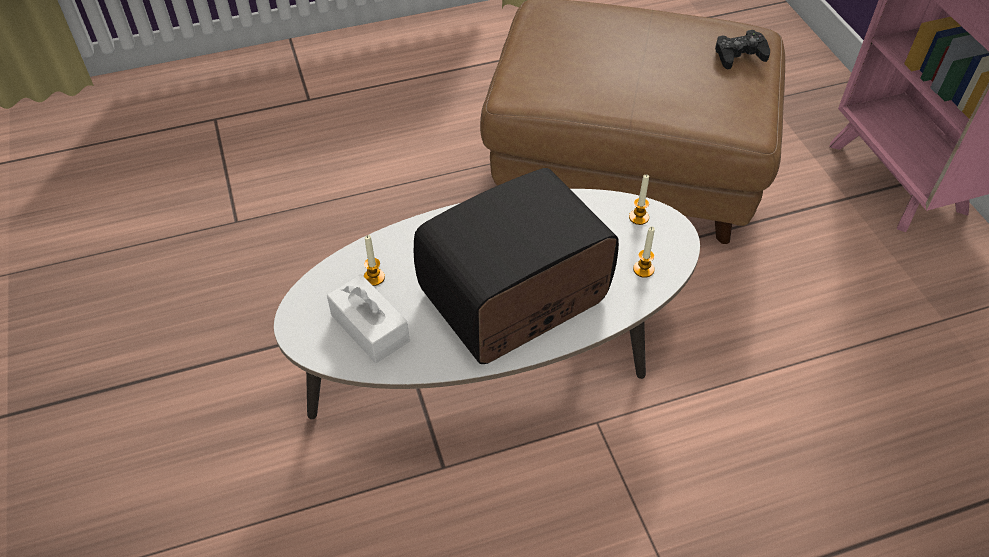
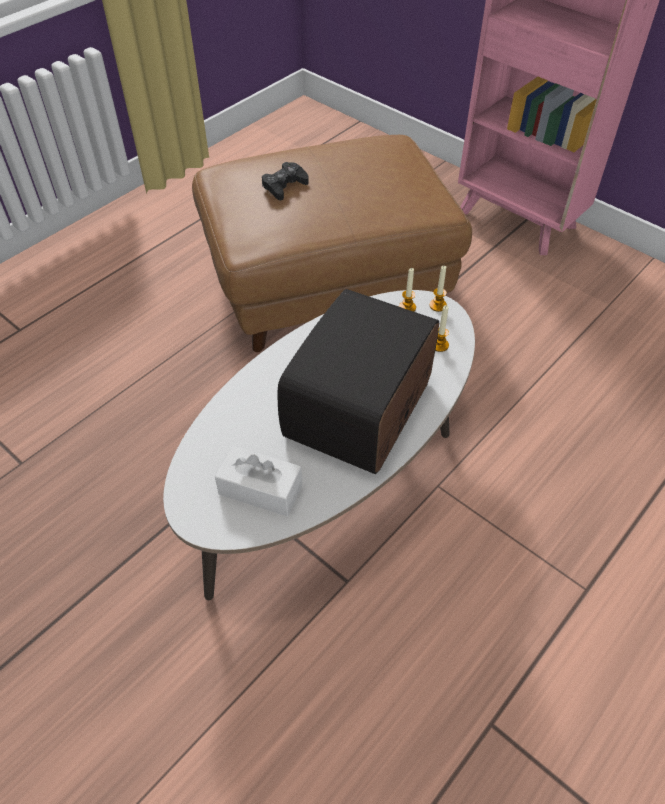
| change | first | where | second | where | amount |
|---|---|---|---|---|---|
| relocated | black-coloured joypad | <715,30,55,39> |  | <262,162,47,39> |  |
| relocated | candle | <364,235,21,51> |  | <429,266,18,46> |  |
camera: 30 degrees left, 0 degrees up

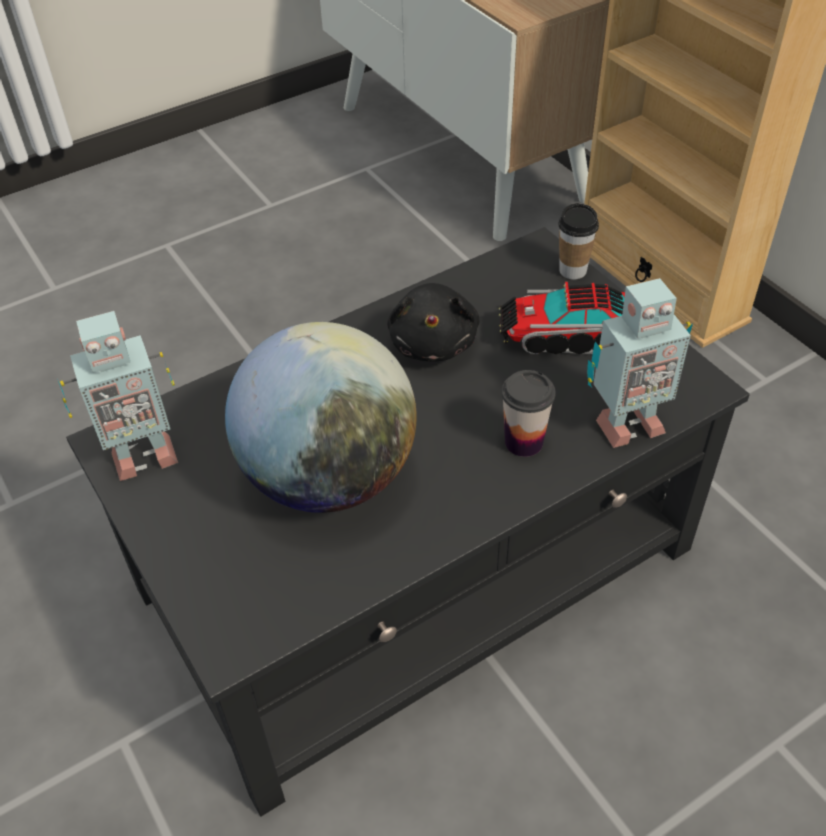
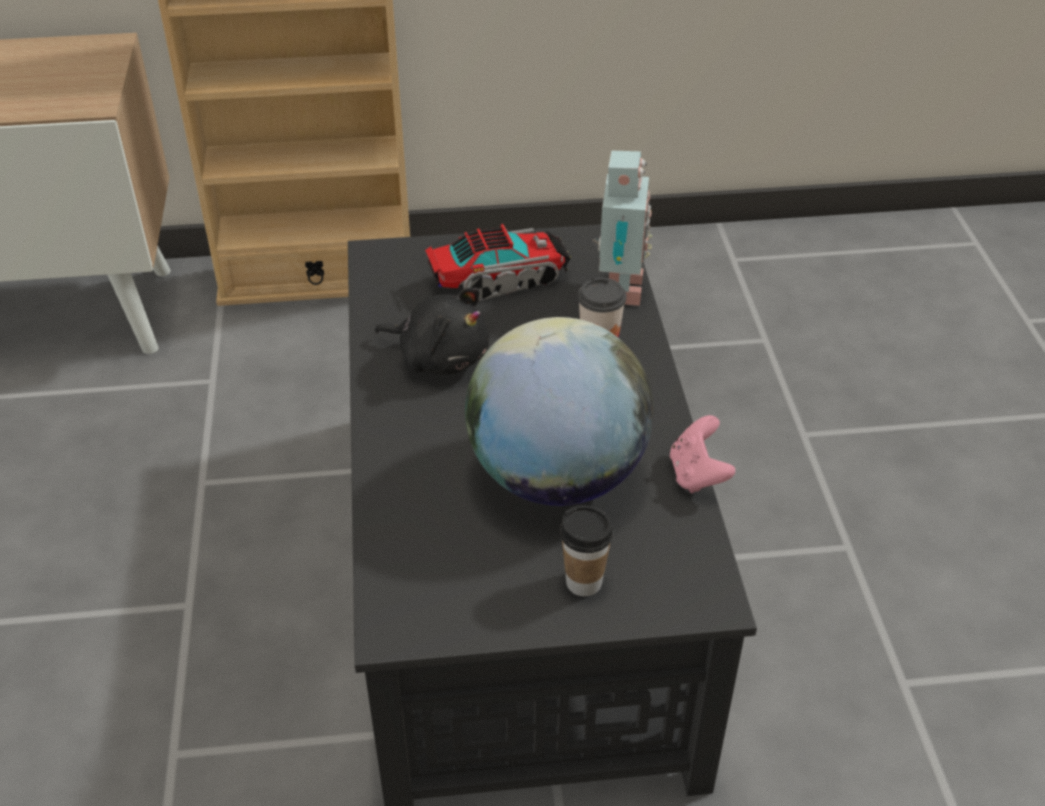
| change | first | where | second | where | amount |
|---|---|---|---|---|---|
| spun | model truck | <499,282,126,72> |  | <425,224,146,77> | 135 degrees counterclockwise |
| relocated | cup | <558,203,41,77> |  | <560,505,53,91> |  |
| appeared |  |  | pink-coloured joypad | <670,415,65,78> |  |
| missing | toy robot | <57,311,121,170> |  |  |  |
camera: 65 degrees left, 5 degrees down

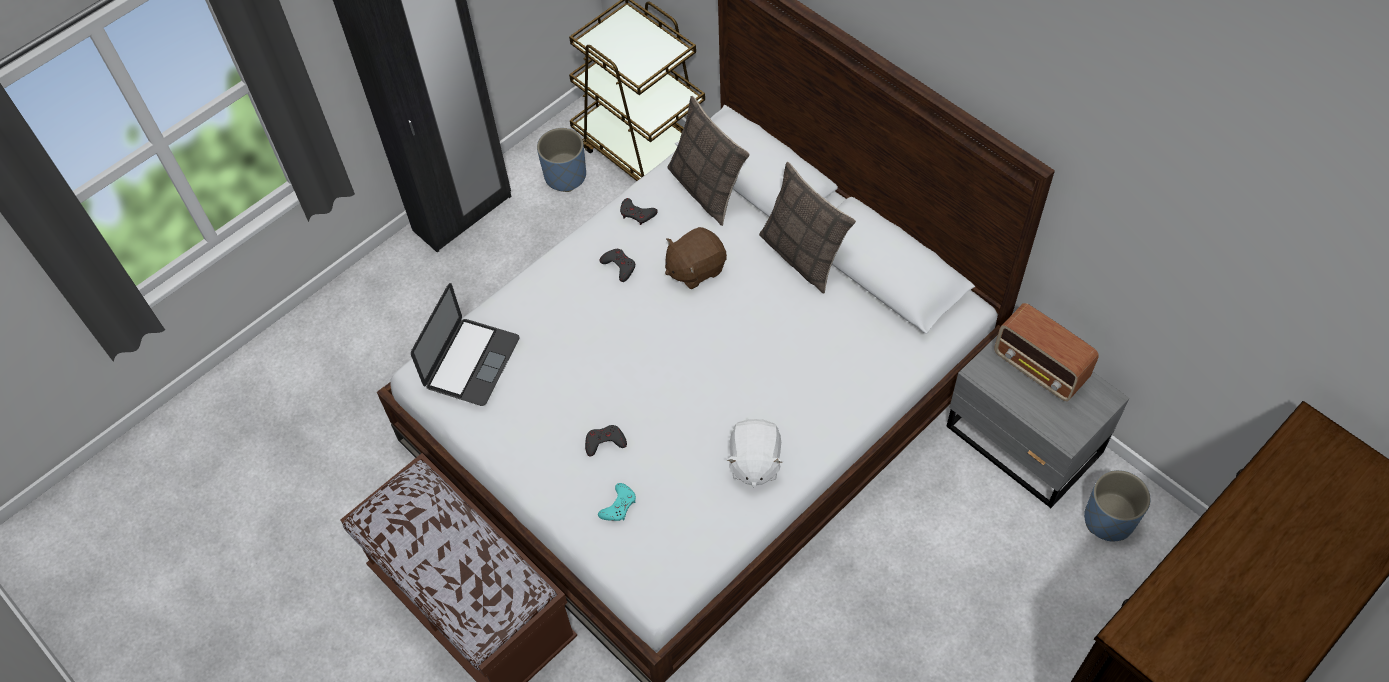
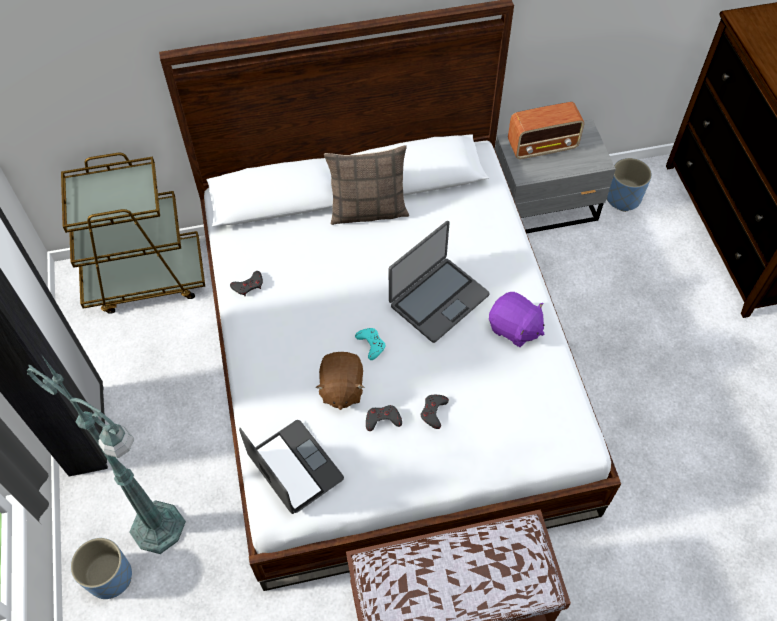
| change | first | where | second | where | amount |
|---|---|---|---|---|---|
| appeared |  |  | green standard lamp | <27,354,159,200> |  |
| relocated | bluish planter | <537,128,49,64> |  | <71,538,61,61> |  |
| relocated | brown plush toy | <665,227,62,62> |  | <316,352,48,58> |  |
| relocated | blue-green joypad | <598,483,38,38> |  | <355,328,30,32> |  |
| relocated | greyish joypad | <599,249,36,33> |  | <366,405,36,26> |  |
| appeared |  |  | notebook computer | <389,221,100,122> |  |
| colour | white-coloured plush toy | <727,419,56,68> | purple-coloured plush toy | <489,292,55,55> |  |
| missing | throw pillow | <667,96,83,130> |  |  |  |
camera: 60 degrees left, 0 degrees up

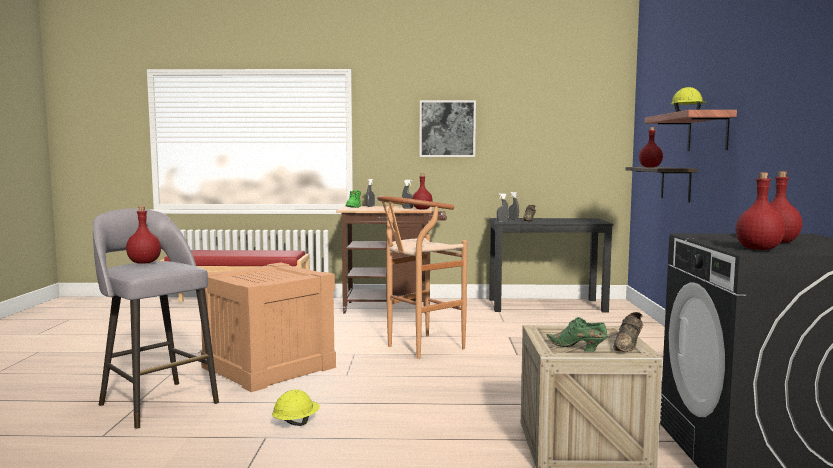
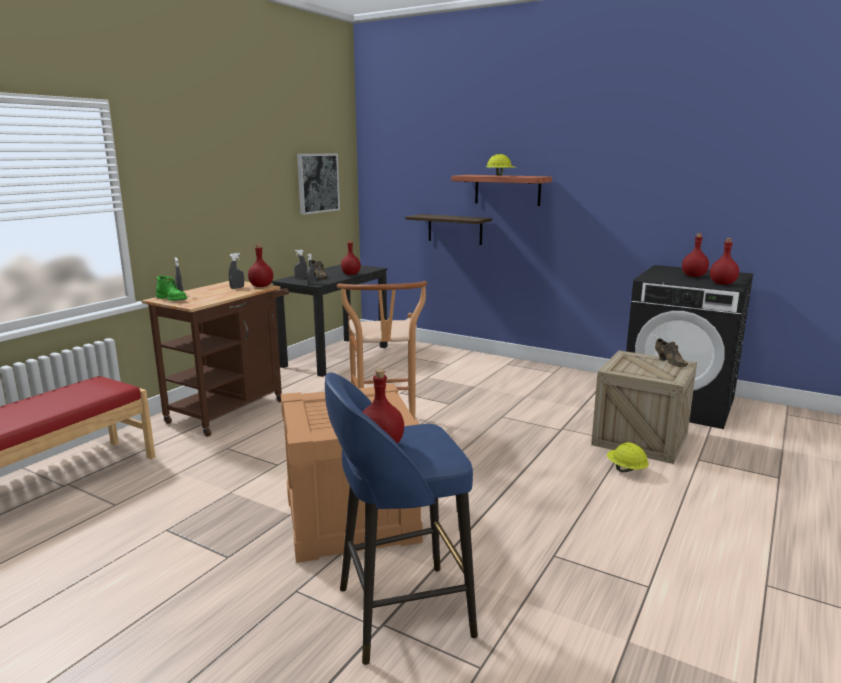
| change | first | where | second | where | amount |
|---|---|---|---|---|---|
| relocated | wall picture | <420,100,56,57> |  | <297,154,43,61> |  |
| colour | greyish sitting stool | <93,209,126,220> | bluish sitting stool | <325,372,153,293> |  |
| relocated | red drink bottle | <639,127,24,40> |  | <341,240,20,35> |  |
| relocated | yellow work helmet | <272,389,48,37> |  | <607,442,42,30> |  |
| missing | green shoe | <546,317,61,35> |  |  |  |
camera: 60 degrees left, 10 degrees up

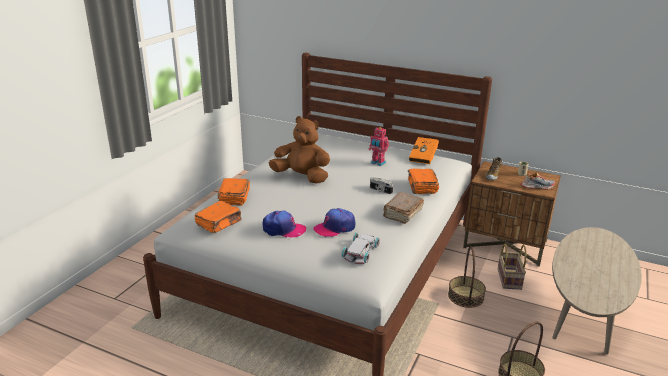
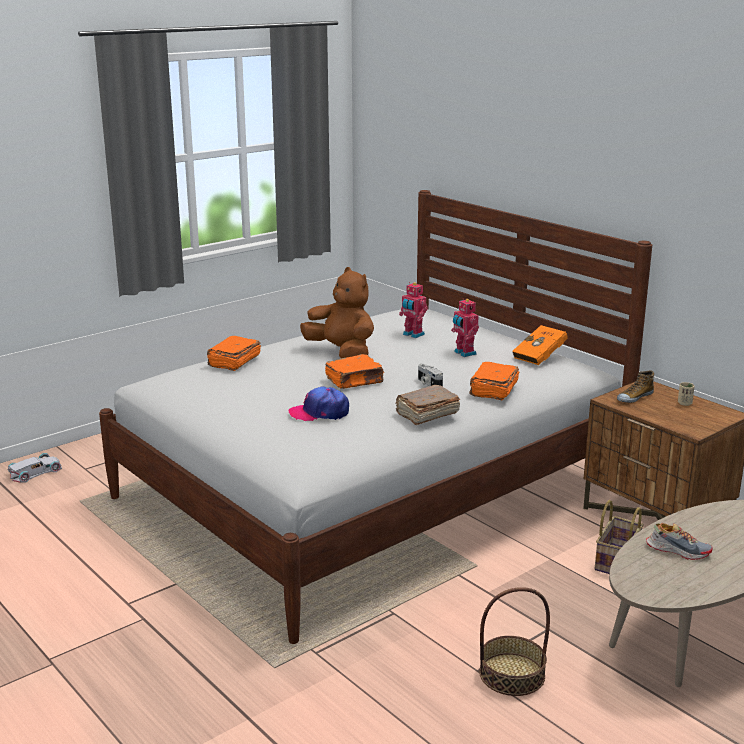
| change | first | where | second | where | amount |
|---|---|---|---|---|---|
| relocated | white-coloured model car | <342,232,38,32> |  | <8,453,54,30> |  |
| relocated | orange-coloured bound book | <194,201,48,32> |  | <325,354,59,35> |  |
| appeared |  |  | toy robot | <399,282,29,56> |  |
| relocated | shoe | <521,172,34,18> |  | <646,523,67,37> |  |
| missing | peaked cap | <263,211,43,27> |  |  |  |
| missing | basket | <448,246,38,62> |  |  |  |
camera: 25 degrees right, 5 degrees down

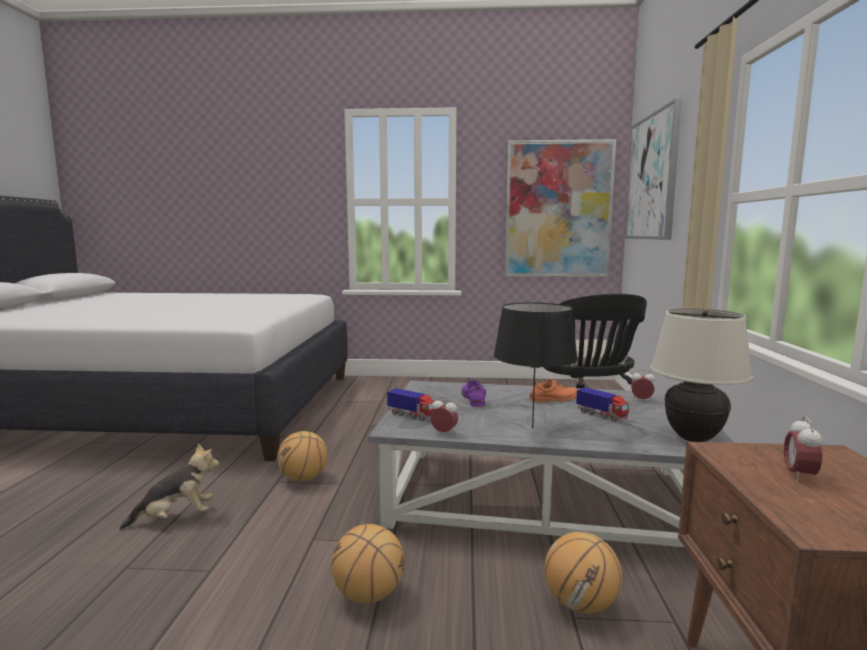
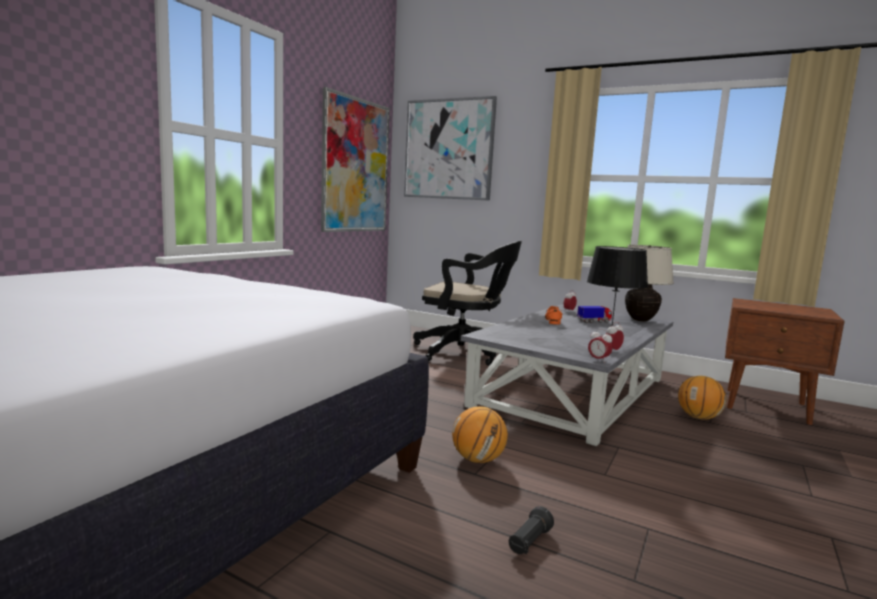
| change | first | where | second | where | amount |
|---|---|---|---|---|---|
| exchanged | plush toy | <120,443,99,87> | black-coloured hand torch | <509,506,45,48> |  |
| relocated | bedside clock | <784,416,38,66> |  | <588,329,25,34> |  |
| missing | basketball | <331,524,73,79> |  |  |  |
| missing | model truck | <387,388,49,33> |  |  |  |
| missing | purple-coloured shoe | <462,380,24,26> |  |  |  |
camera: 65 degrees left, 0 degrees up

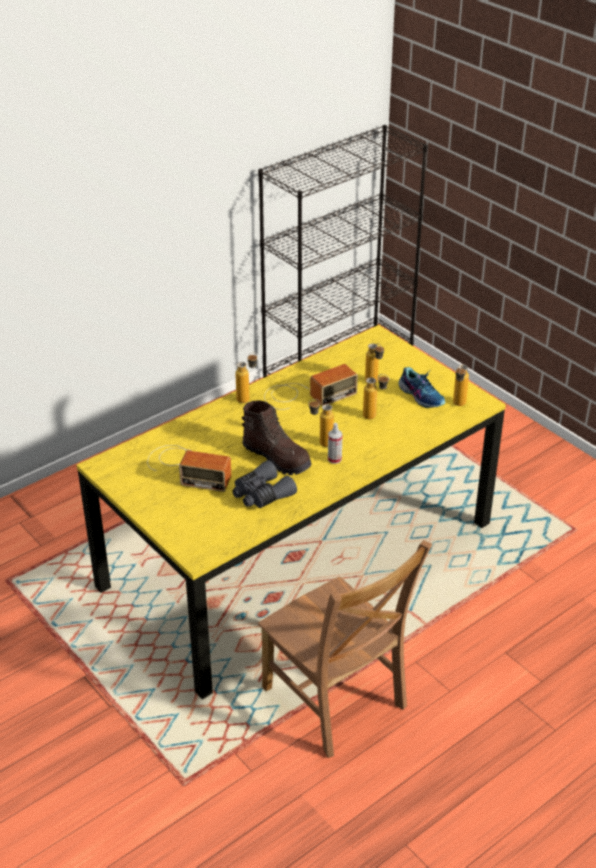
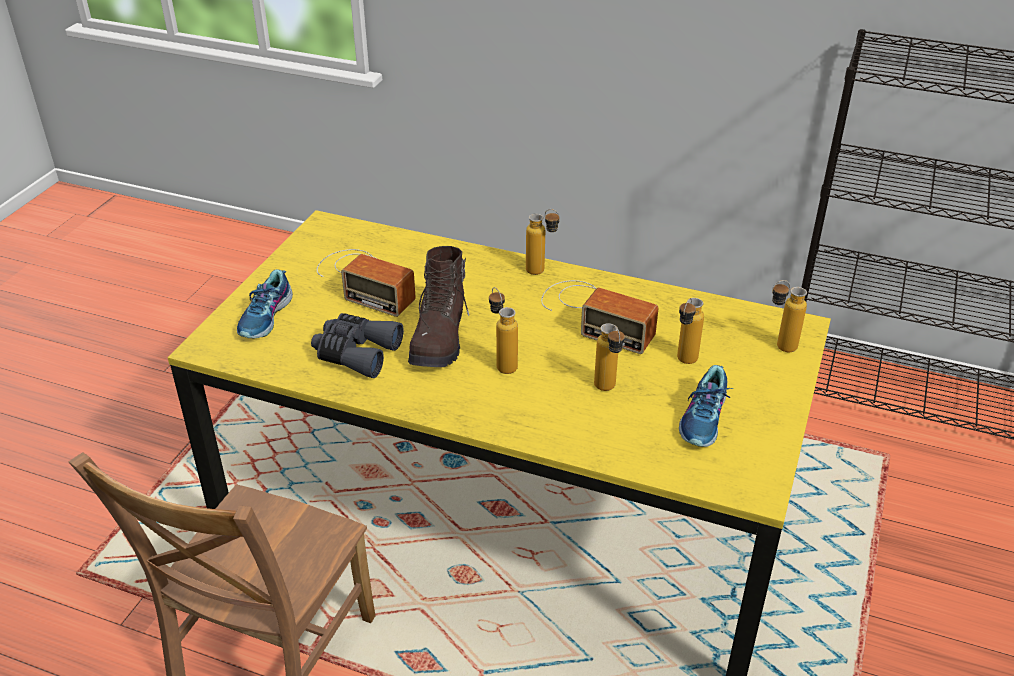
| change | first | where | second | where | amount |
|---|---|---|---|---|---|
| appeared |  |  | shoe | <237,269,56,69> |  |
| spun | radio receiver | <147,445,84,47> |  | <317,249,99,68> | 45 degrees counterclockwise |
| relocated | drink bottle | <453,365,16,41> |  | <772,280,35,72> |  |
| missing | hand sprayer | <328,423,15,41> |  |  |  |
camera: 60 degrees right, 0 degrees up

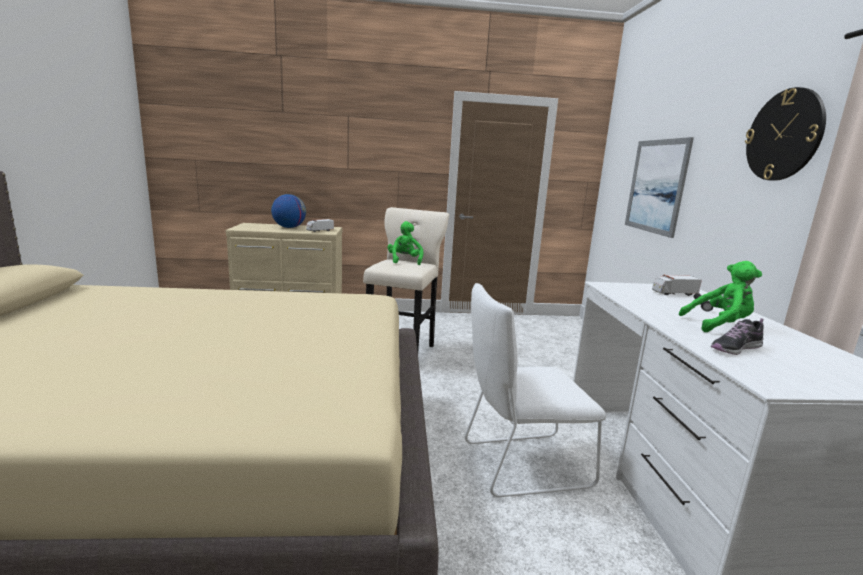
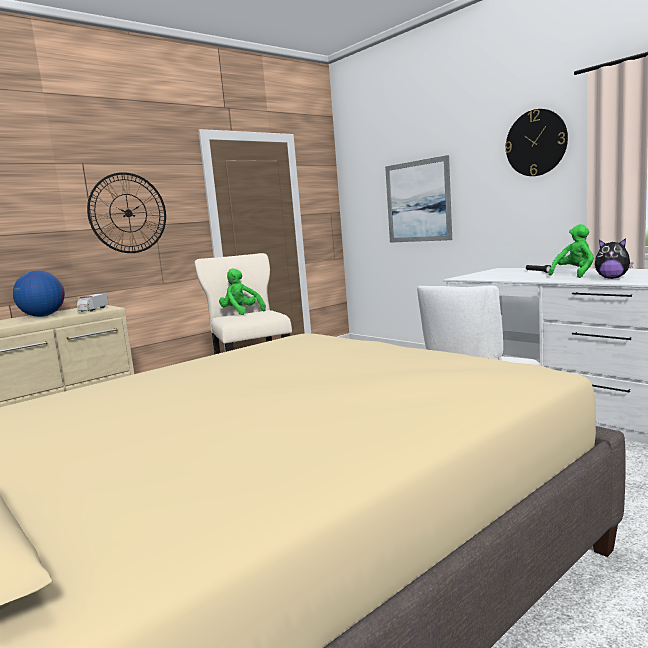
| change | first | where | second | where | amount |
|---|---|---|---|---|---|
| appeared |  |  | clock on the wall | <87,172,79,81> |  |
| exchanged | shoe | <711,318,53,37> | plush toy | <595,238,38,41> |  |
| missing | model truck | <652,274,50,22> |  |  |  |
camera: 35 degrees left, 5 degrees down

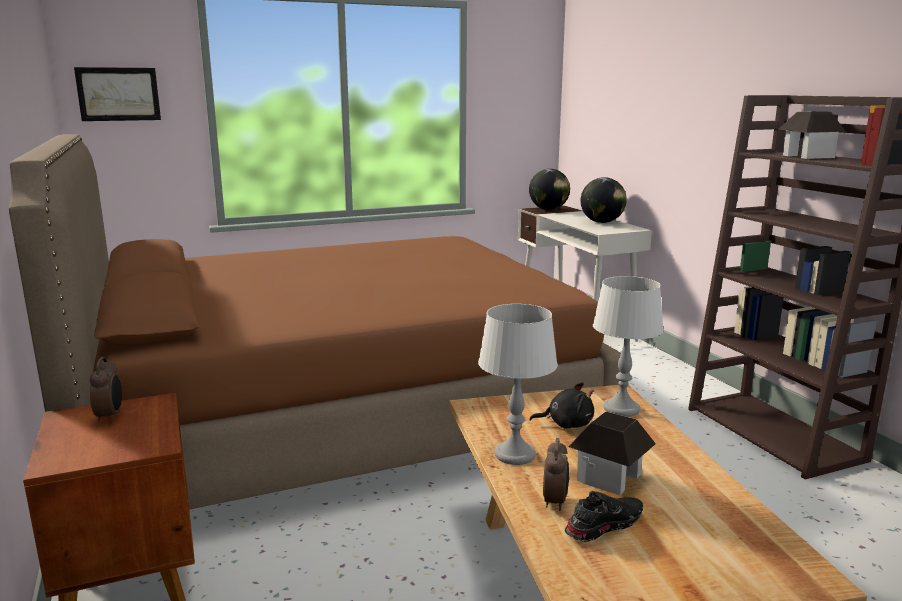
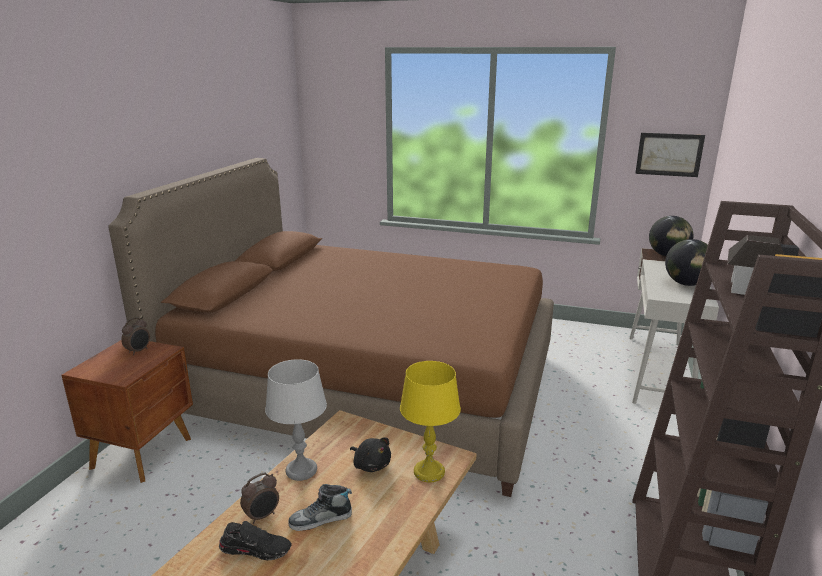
| change | first | where | second | where | amount |
|---|---|---|---|---|---|
| exchanged | miniature house | <569,412,87,83> | shoe | <288,484,64,47> |  |
| colour | greyish tabletop lamp | <593,276,71,141> | yellow tabletop lamp | <400,361,61,122> |  |
| relocated | wall picture | <74,67,87,54> |  | <635,133,70,44> |  |
camera: 40 degrees right, 5 degrees up

